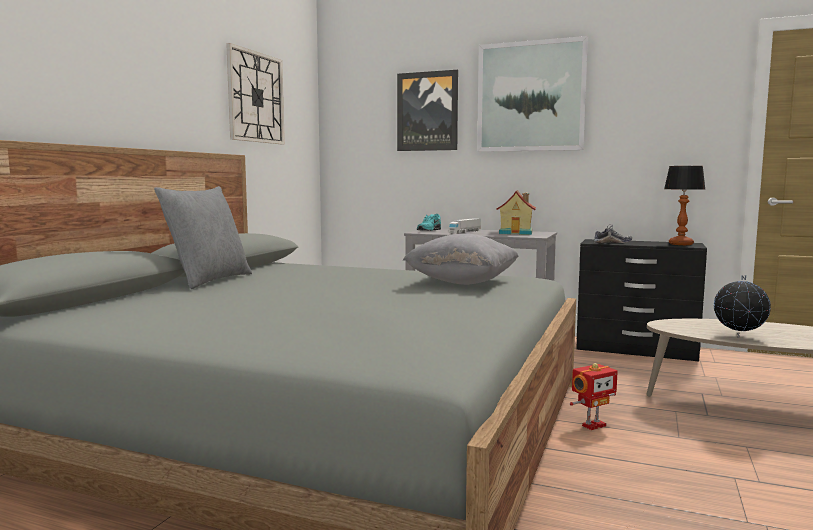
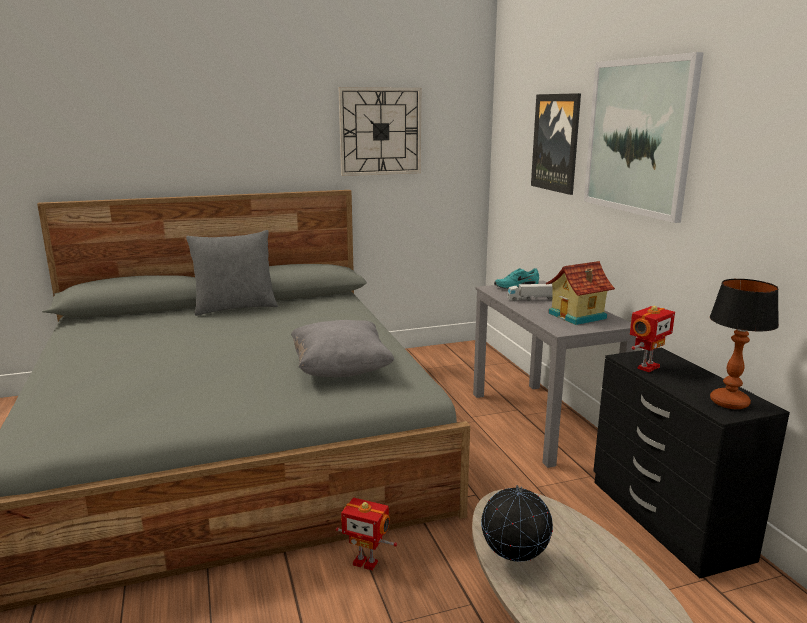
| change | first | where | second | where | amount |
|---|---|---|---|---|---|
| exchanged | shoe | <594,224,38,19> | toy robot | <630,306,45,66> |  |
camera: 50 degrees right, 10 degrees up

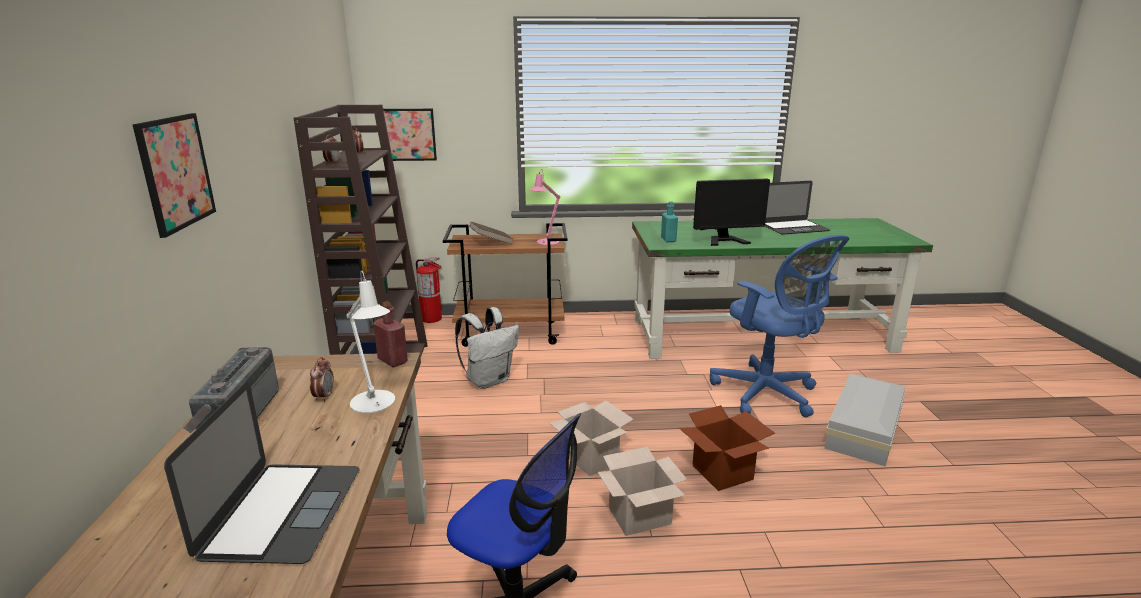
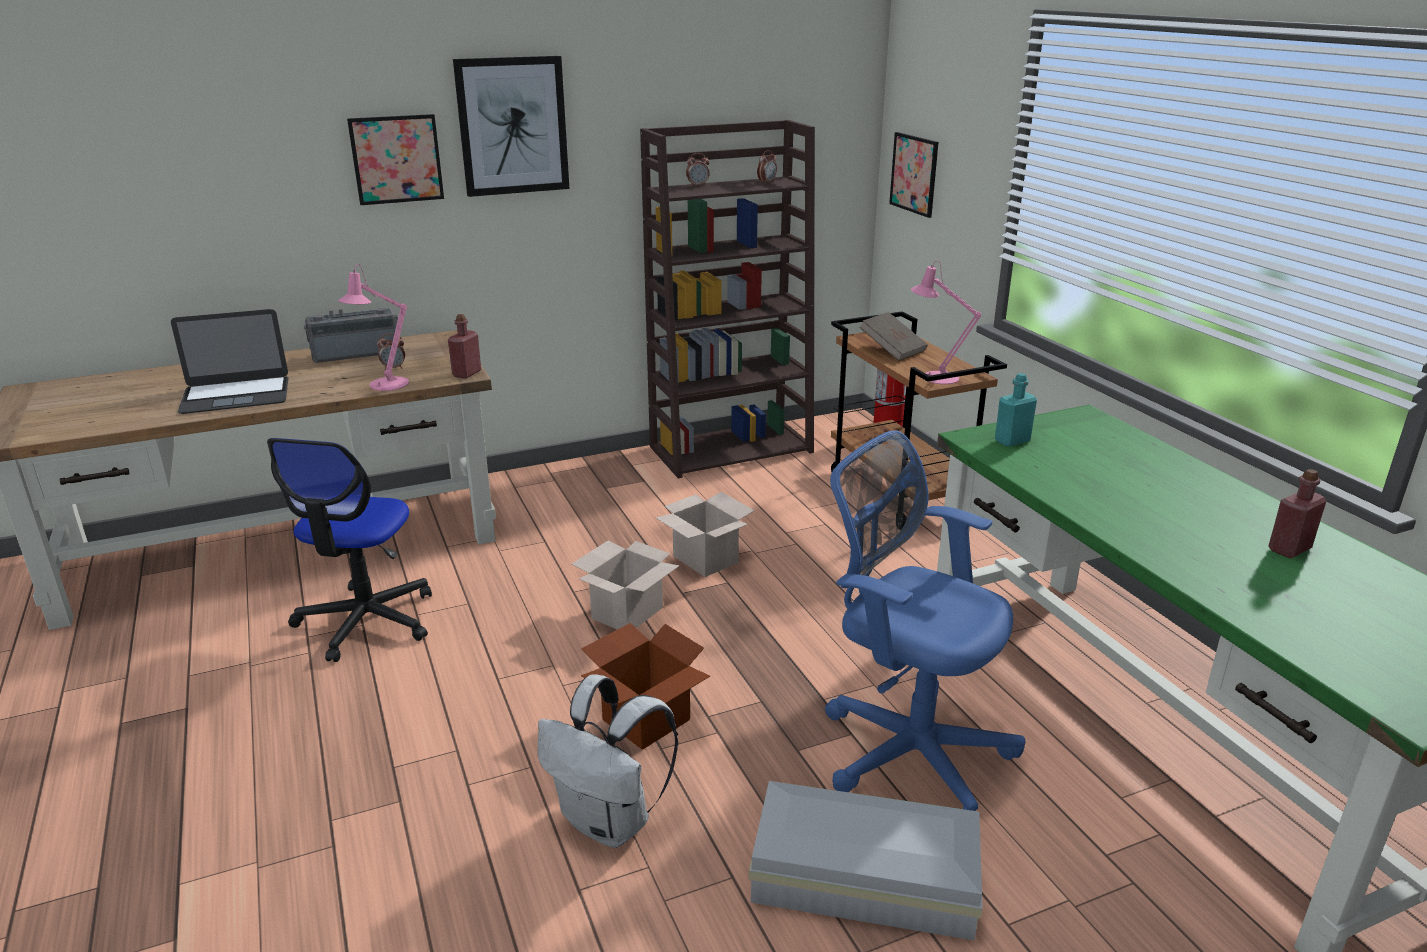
| change | first | where | second | where | amount |
|---|---|---|---|---|---|
| colour | white-coloured tabletop lamp | <346,271,49,142> | pink-coloured tabletop lamp | <338,264,71,127> |  |
| appeared |  |  | wall picture | <453,56,116,141> |  |
| relocated | white-coloured rucksack | <455,307,64,82> |  | <538,674,140,174> |  |
| relocated | cardboard box | <598,447,89,89> |  | <656,492,98,85> |  |
| spun | bluish computer chair | <710,235,139,183> |  | <825,430,201,381> | 90 degrees clockwise |
| exchanged | notebook computer | <765,181,65,53> | red drink bottle | <1268,469,58,89> |  |
| missing | computer screen | <693,179,77,67> |  |  |  |
camera: 70 degrees right, 5 degrees up

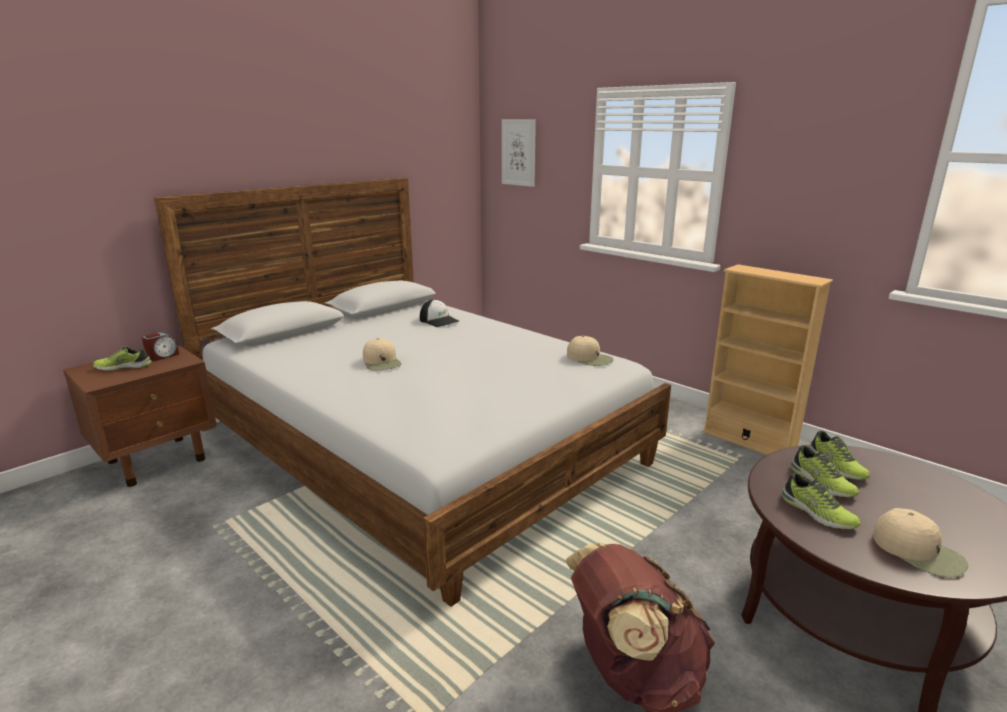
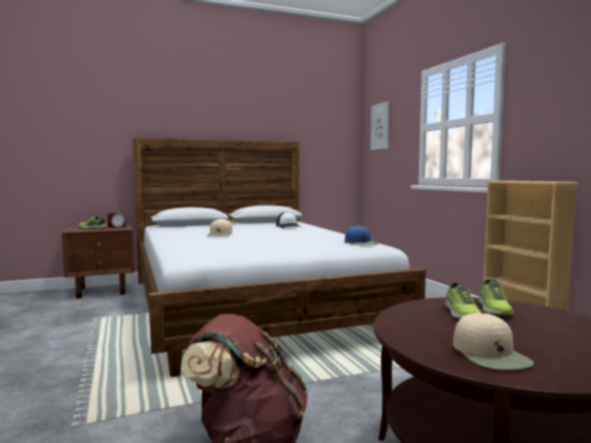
| change | first | where | second | where | amount |
|---|---|---|---|---|---|
| colour | beige peaked cap | <567,336,47,30> | bluish peaked cap | <345,225,34,20> |  |
| missing | shoe | <781,473,80,56> |  |  |  |
camera: 25 degrees right, 15 degrees down

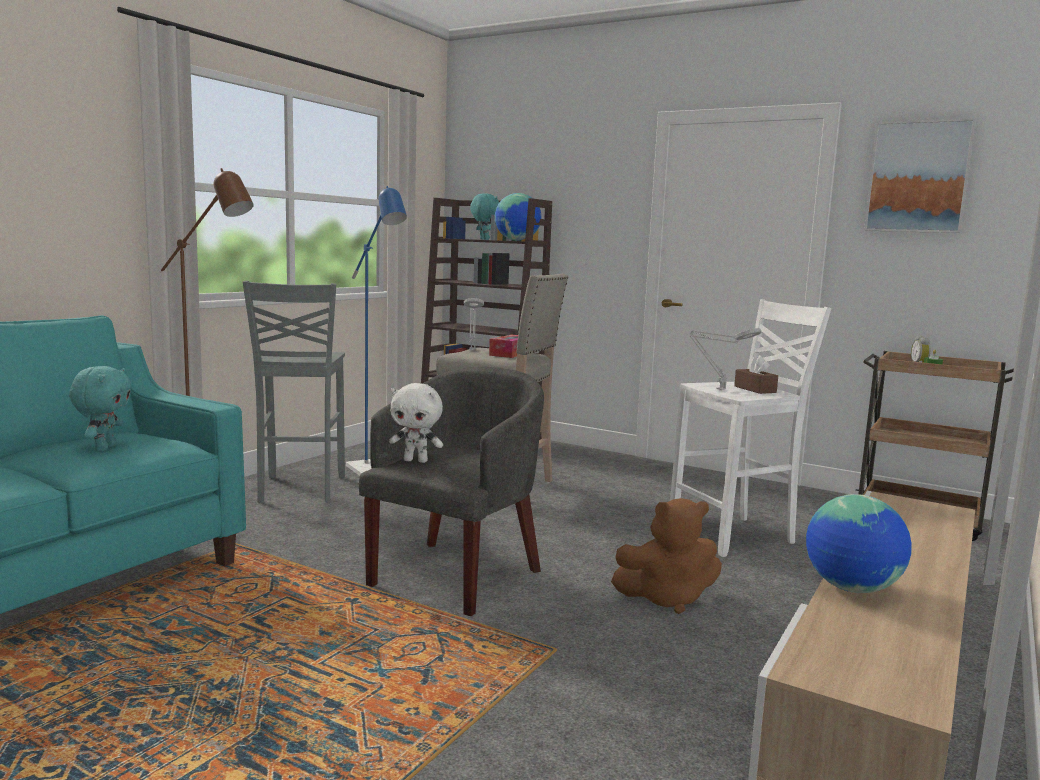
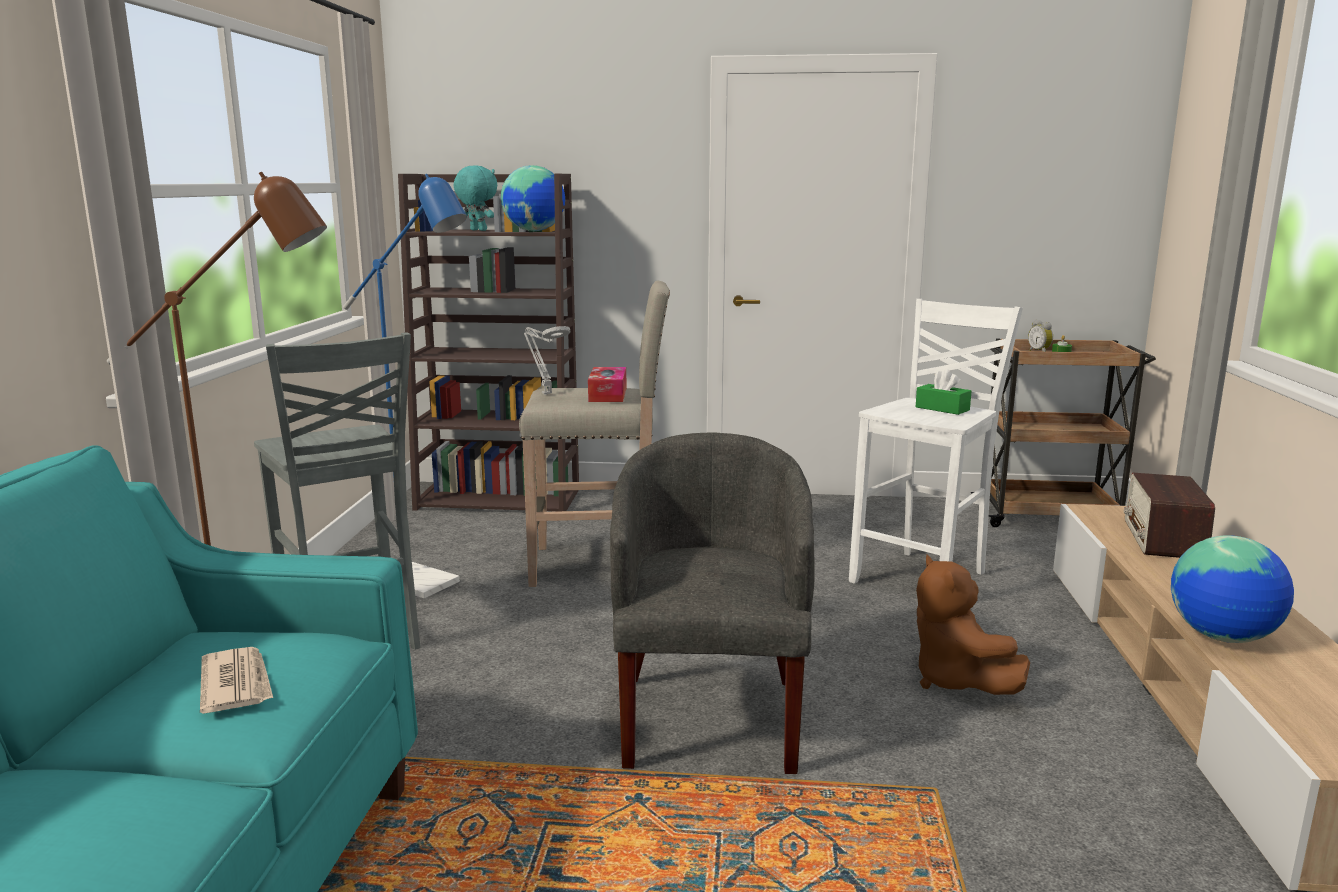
| change | first | where | second | where | amount |
|---|---|---|---|---|---|
| exchanged | blue-green plush toy | <69,366,63,85> | printed paper | <200,647,73,67> |  |
| colour | brown tissue box | <734,355,44,39> | green tissue box | <916,369,56,46> |  |
| spun | brown plush toy | <611,498,111,116> |  | <916,555,114,140> | 105 degrees clockwise |
| appeared |  |  | radio receiver | <1124,473,91,85> |  |
| missing | white-coloured plush toy | <389,383,54,80> |  |  |  |
| missing | greyish tabletop lamp | <690,328,71,63> |  |  |  |
| missing | wall picture | <864,118,112,115> |  |  |  |
camera: 25 degrees left, 5 degrees up

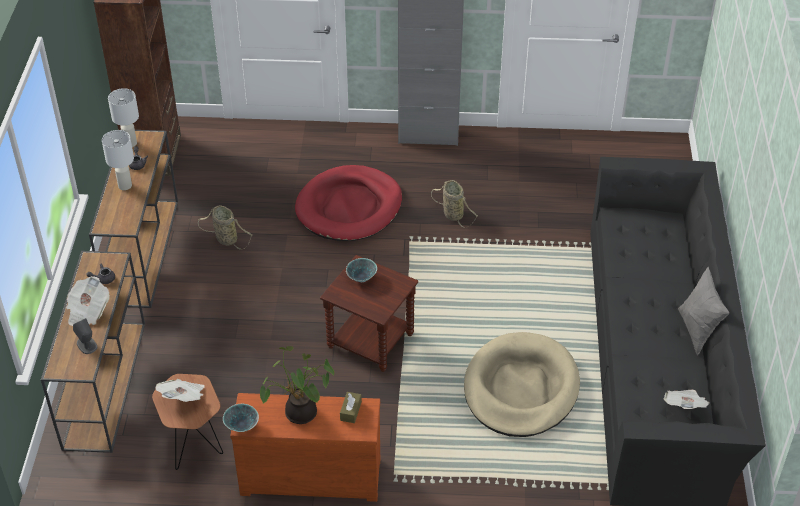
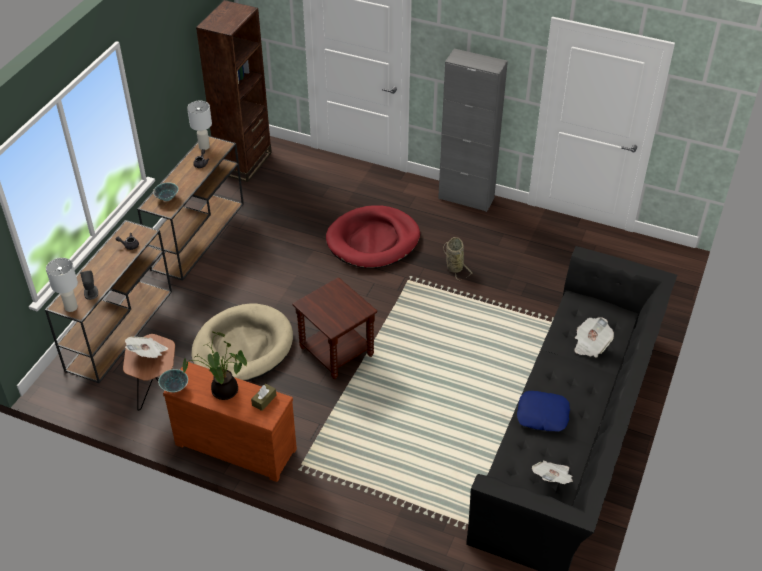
| change | first | where | second | where | amount |
|---|---|---|---|---|---|
| relocated | white-coloured tabletop lamp | <102,130,32,60> |  | <46,258,32,54> |  |
| relocated | serving bowl | <346,258,31,25> |  | <153,182,26,19> |  |
| relocated | beige dog cushion | <464,332,116,105> |  | <191,303,102,79> |  |
| appeared |  |  | bluish throw pillow | <517,391,53,40> |  |
| relocated | printed paper | <66,276,44,50> |  | <574,317,40,40> |  |
| missing | basket | <198,205,54,44> |  |  |  |
| missing | greyish throw pillow | <678,267,51,88> |  |  |  |
camera: 20 degrees right, 0 degrees up

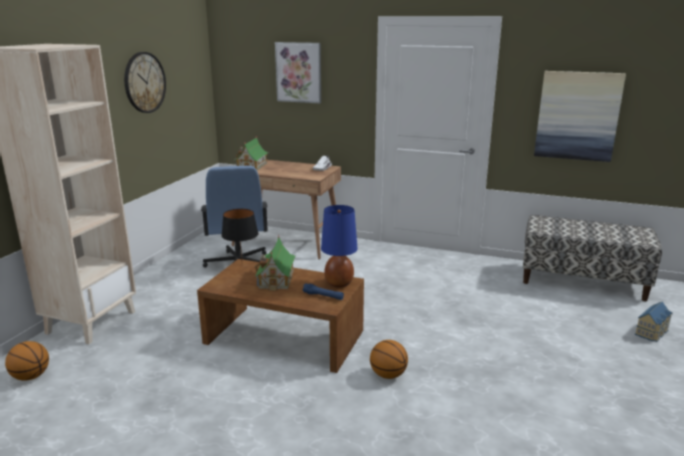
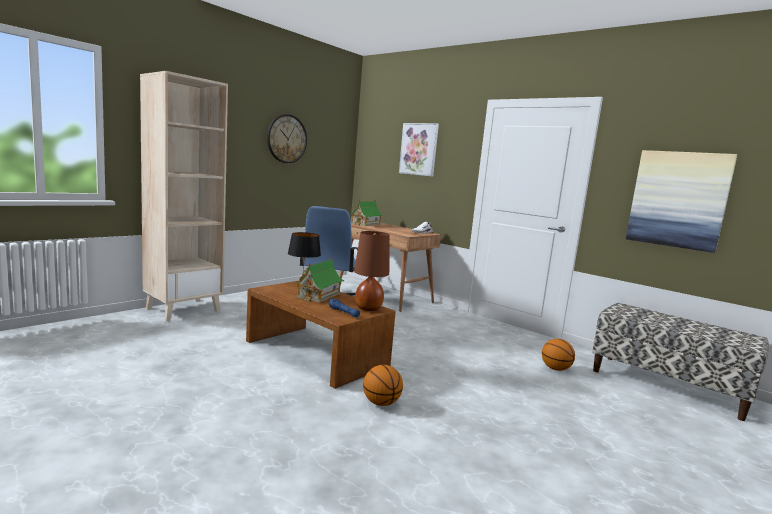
| change | first | where | second | where | amount |
|---|---|---|---|---|---|
| colour | bluish tabletop lamp | <321,205,37,82> | brown tabletop lamp | <354,231,36,80> |  |
| relocated | basketball | <5,341,44,40> |  | <542,339,33,32> |  |
| missing | miniature house | <635,302,38,40> |  |  |  |
camera: 20 degrees right, 10 degrees down

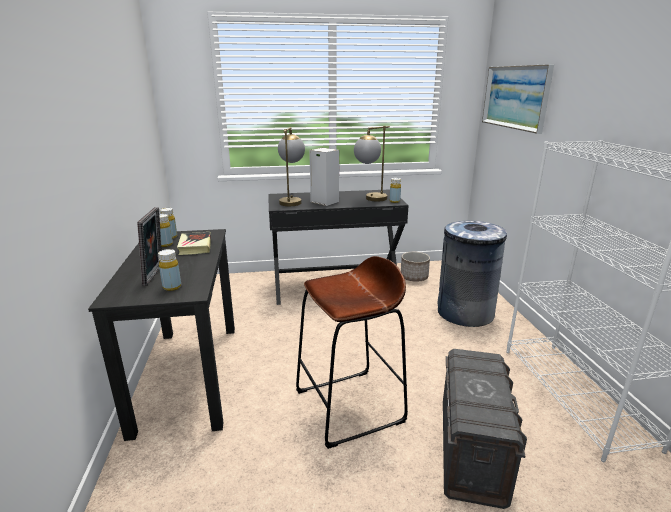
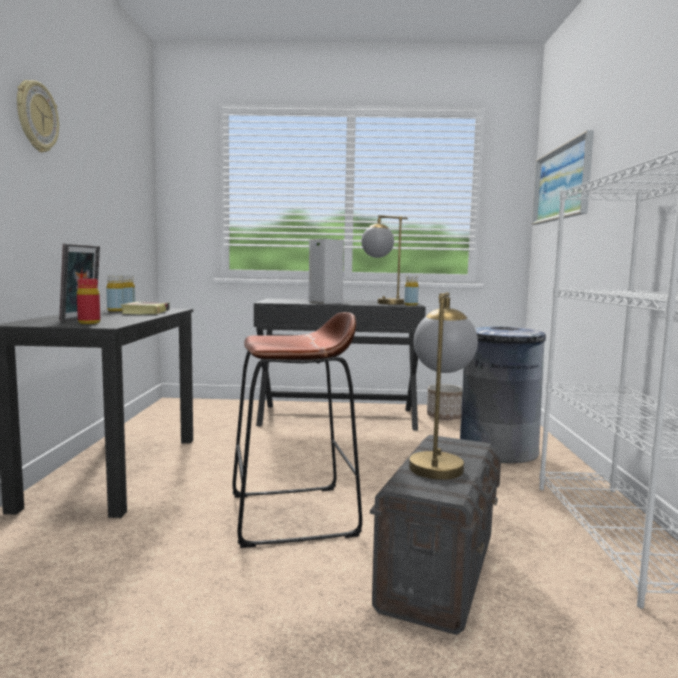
| change | first | where | second | where | amount |
|---|---|---|---|---|---|
| appeared |  |  | clock on the wall | <17,80,42,72> |  |
| colour | yellow drink bottle | <158,249,23,42> | red drink bottle | <77,279,23,45> |  |
| relocated | tabletop lamp | <278,127,27,79> |  | <409,292,69,188> |  |
camera: 10 degrees right, 15 degrees down

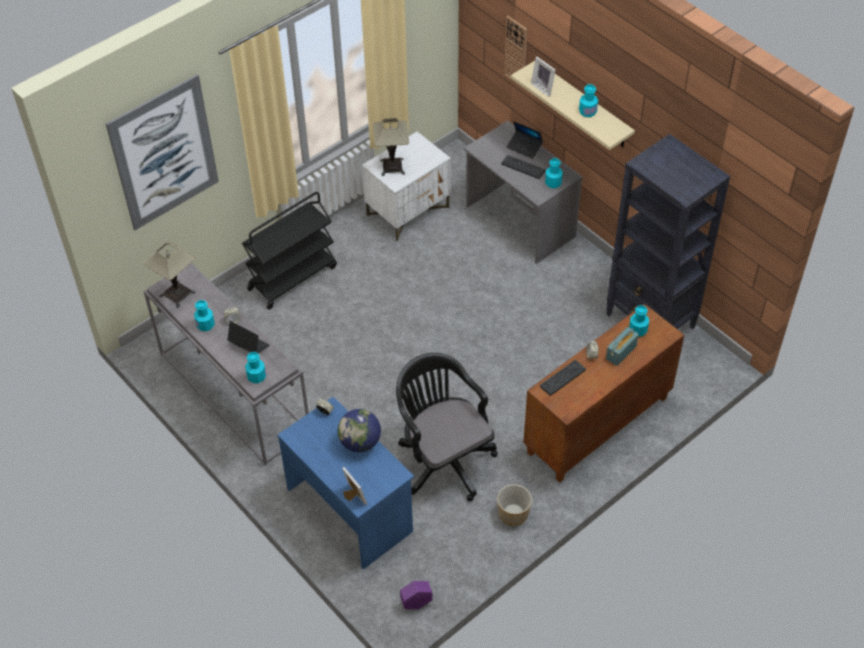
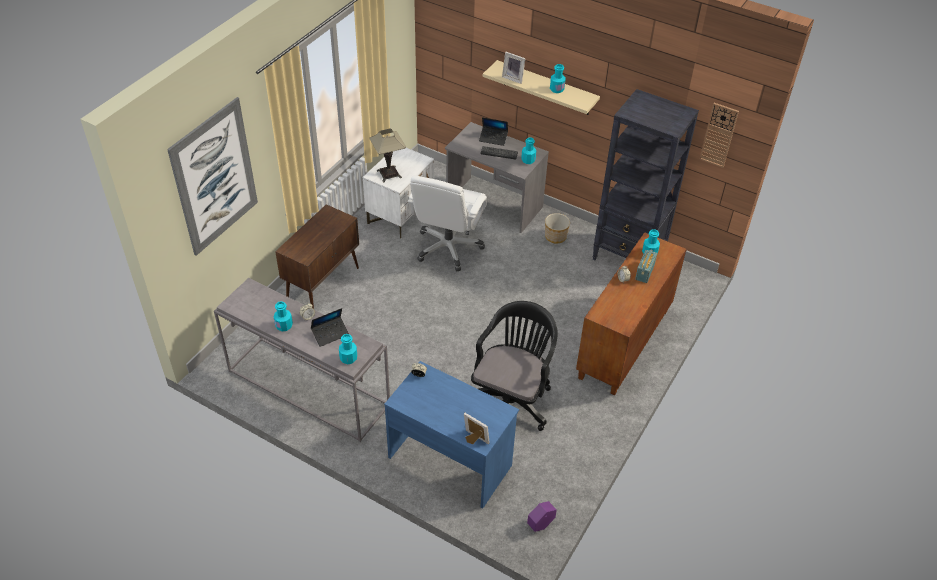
| change | first | where | second | where | amount |
|---|---|---|---|---|---|
| exchanged | black-coloured cart | <242,192,95,118> | brown cabinet | <275,204,84,105> |  |
| spun | notebook computer | <227,321,43,32> |  | <311,308,38,39> | 135 degrees clockwise |
| appeared |  |  | white-coloured computer chair | <408,176,79,95> |  |
| spun | black-coloured computer chair | <396,353,102,148> |  | <471,301,87,130> | 75 degrees clockwise |
| relocated | planter | <497,484,35,42> |  | <545,213,25,31> |  |
| relocated | clock on the wall | <504,16,23,72> |  | <700,103,39,65> |  |
| missing | tabletop lamp | <144,242,52,66> |  |  |  |
| missing | world globe | <338,409,43,43> |  |  |  |
| missing | keyboard | <540,360,46,36> |  |  |  |
camera: 20 degrees left, 5 degrees down

